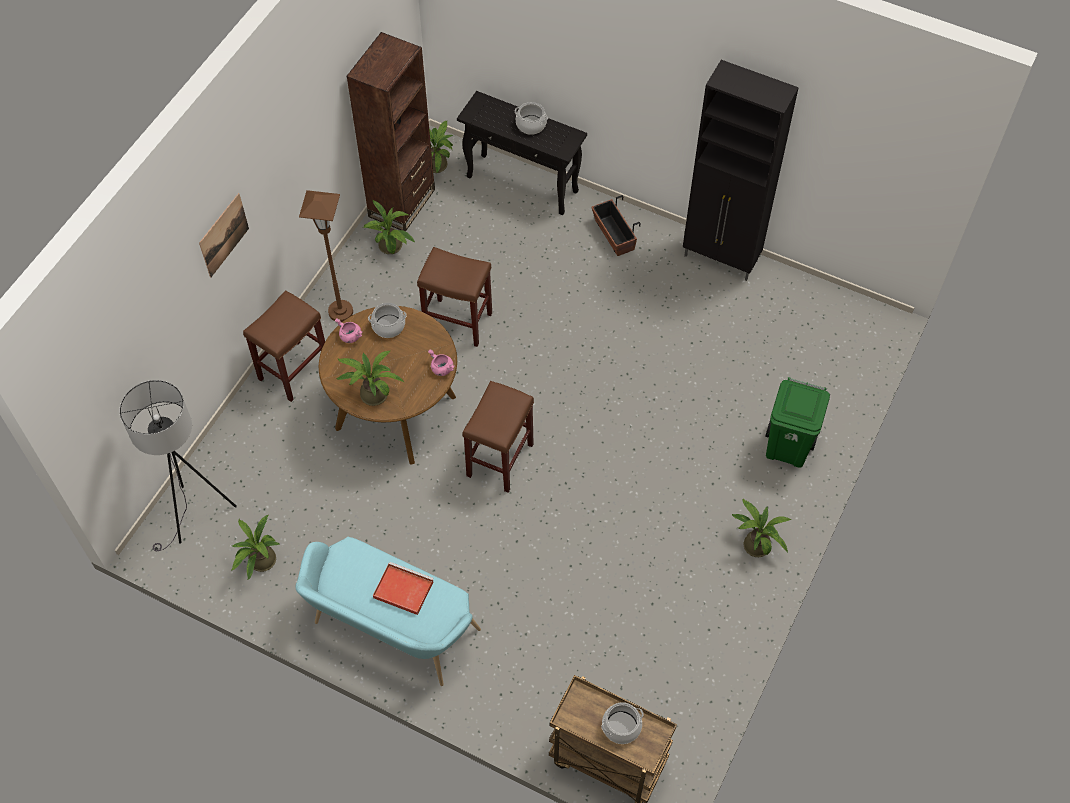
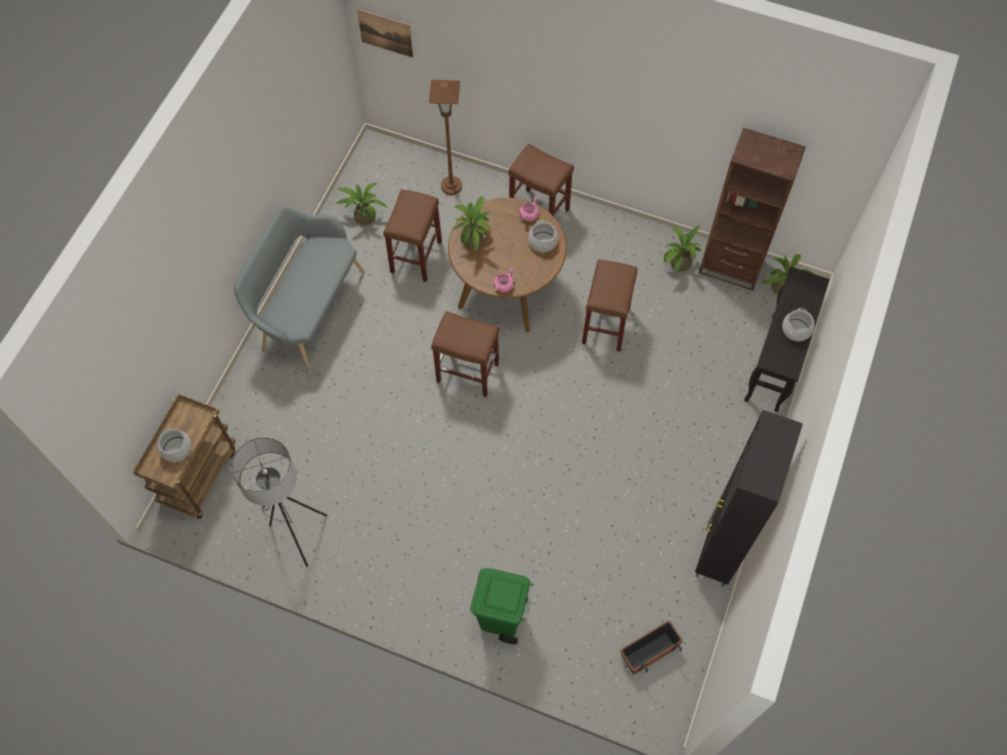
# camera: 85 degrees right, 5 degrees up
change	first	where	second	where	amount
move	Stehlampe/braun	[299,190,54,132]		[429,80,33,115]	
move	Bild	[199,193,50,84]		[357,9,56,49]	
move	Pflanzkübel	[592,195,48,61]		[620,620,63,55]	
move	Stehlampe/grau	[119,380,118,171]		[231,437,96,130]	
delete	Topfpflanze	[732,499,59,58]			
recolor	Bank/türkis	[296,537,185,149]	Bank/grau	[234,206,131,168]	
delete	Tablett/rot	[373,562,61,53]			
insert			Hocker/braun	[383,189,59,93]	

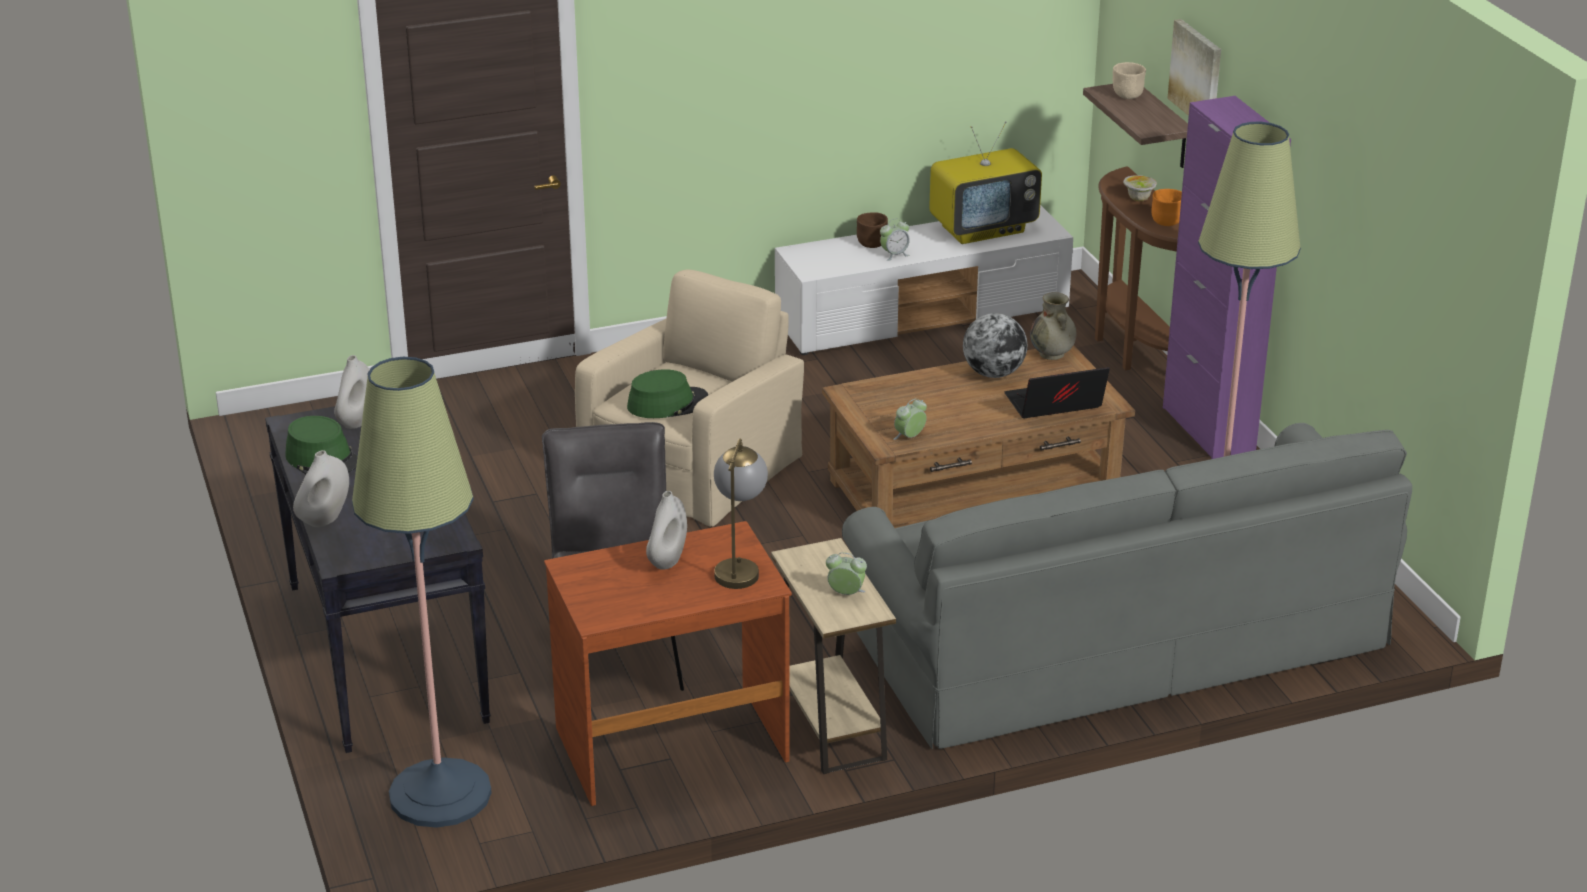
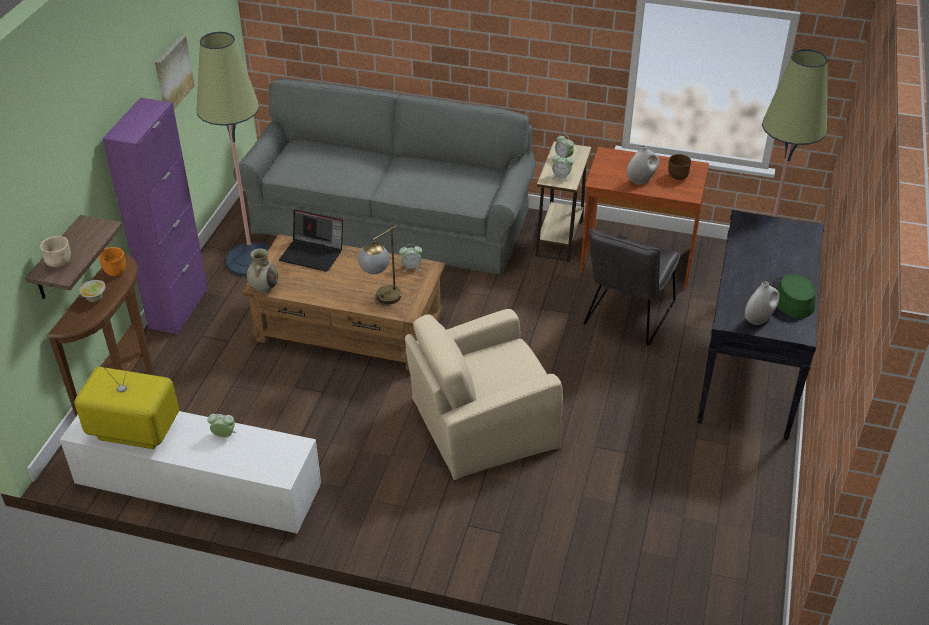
# camera: 145 degrees left, 10 degrees up
change	first	where	second	where	amount
move	Bild	[1168,19,53,97]		[155,35,40,74]	
move	Schüssel/braun	[857,212,31,36]		[668,154,23,26]	
delete	Globus	[963,313,64,65]			
delete	Hut/grün	[627,369,81,49]			
move	Tischlampe	[714,439,54,150]		[358,225,43,79]	
delete	Vase/weiß	[293,450,56,77]			
insert			Wecker	[552,153,21,28]	

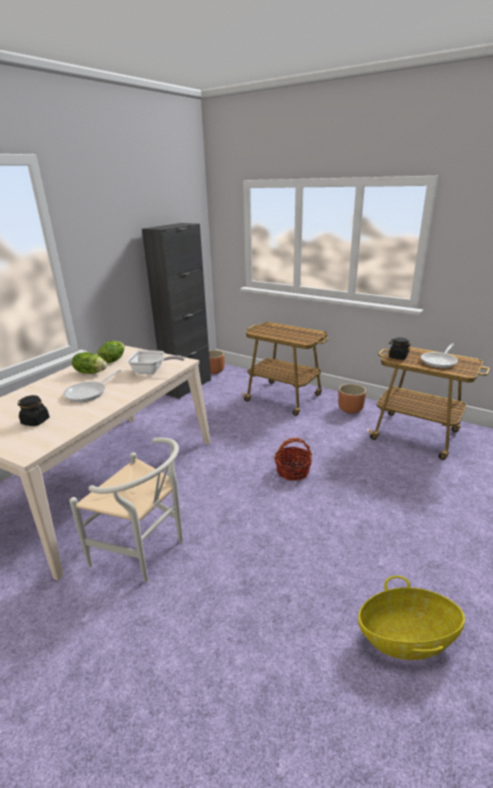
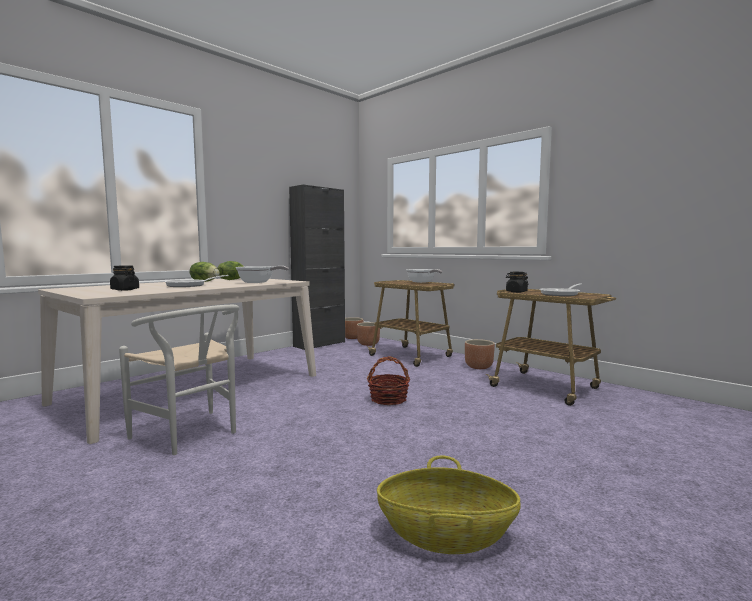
# camera: 10 degrees right, 20 degrees down
change	first	where	second	where	amount
insert			Pfanne	[406,269,36,14]	
insert			Pflanzkübel/braun	[357,322,23,24]	

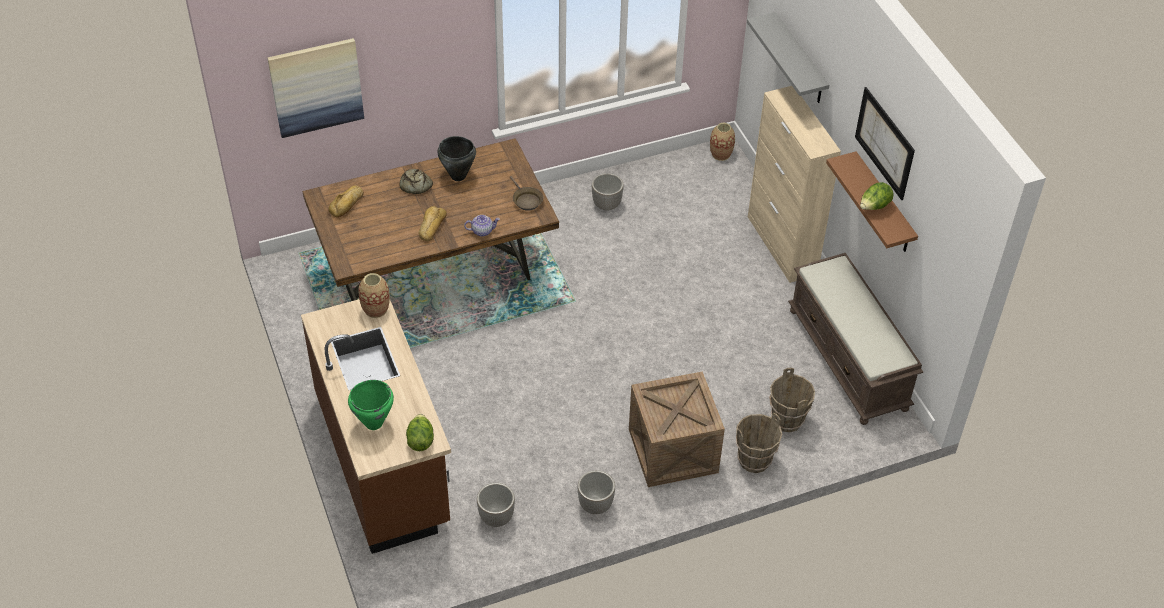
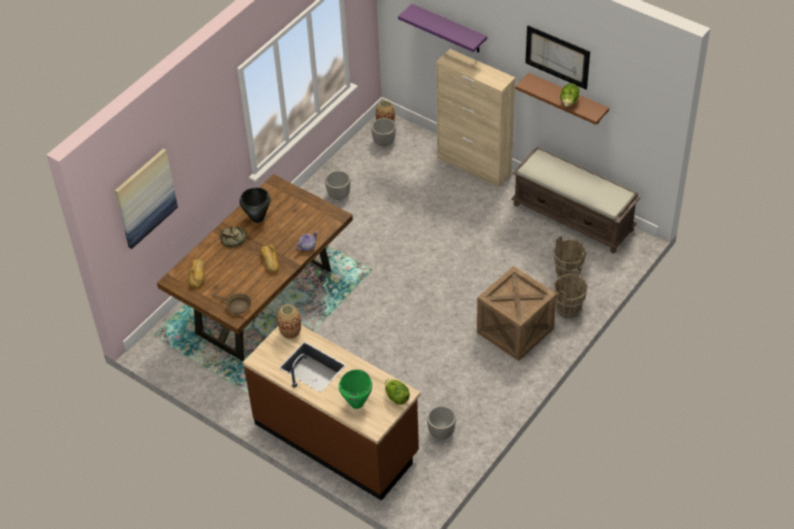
# camera: 30 degrees left, 0 degrees up
change	first	where	second	where	amount
recolor	Wandregal/grau	[747,12,82,91]	Wandregal/lila	[398,4,89,49]	
move	Pfanne/braun	[510,176,33,35]		[211,293,40,21]	
move	Pflanzkübel	[577,470,38,44]		[371,118,25,29]	

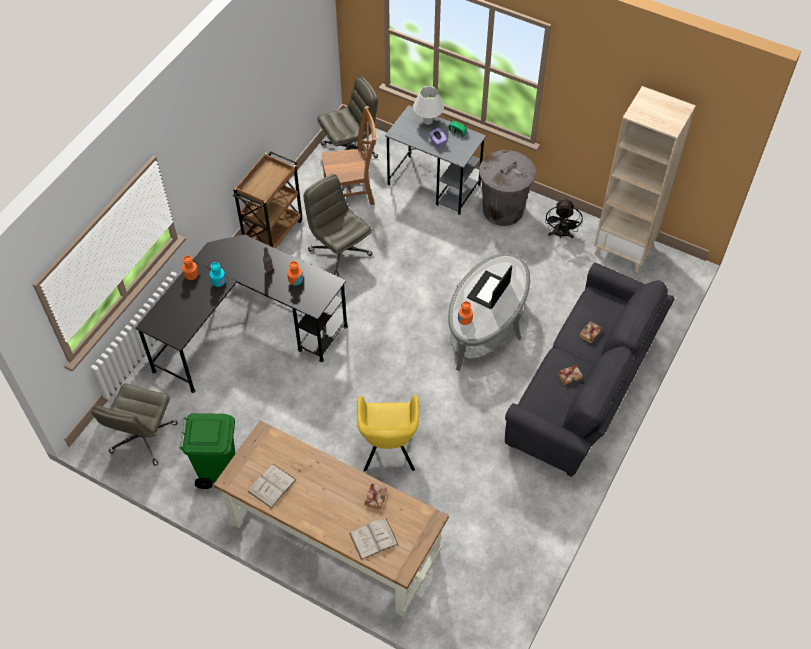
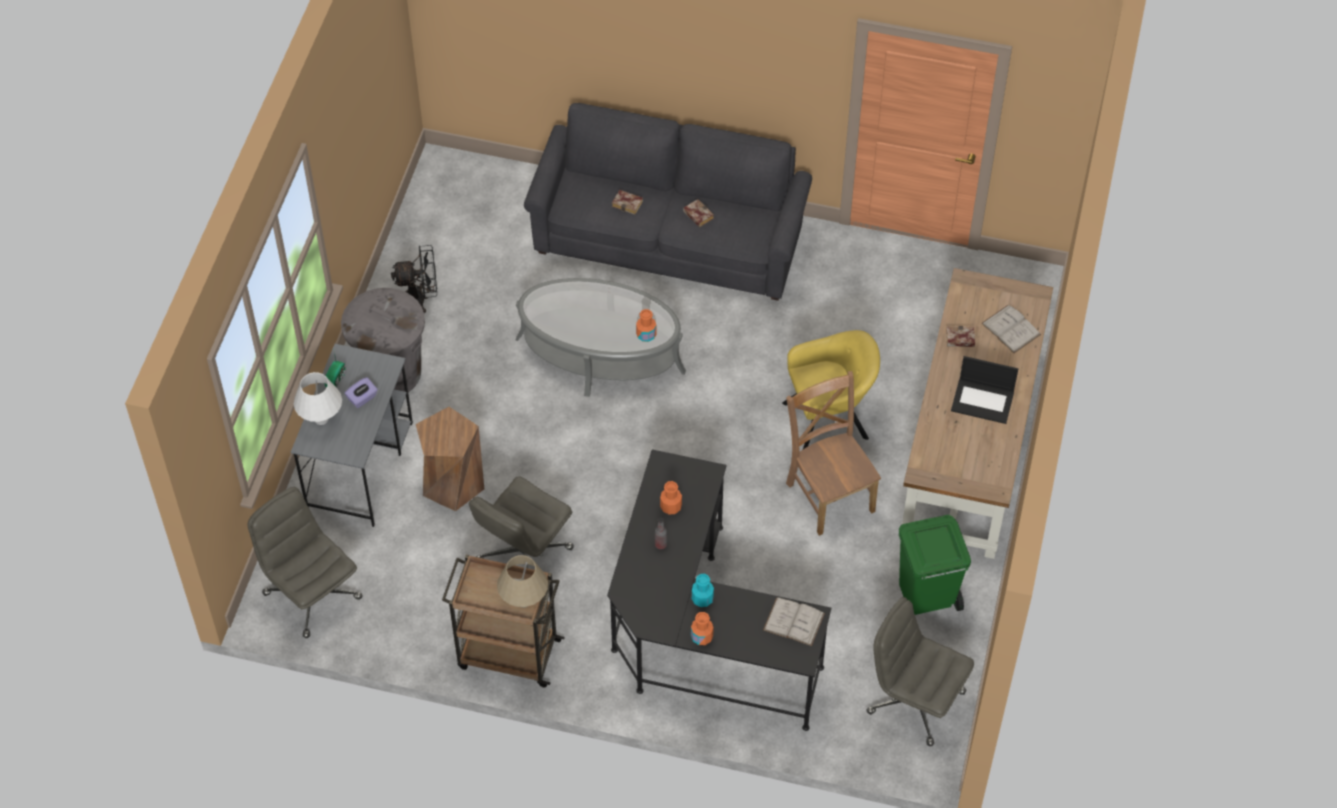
# camera: 105 degrees left, 0 degrees up
change	first	where	second	where	amount
delete	Bücherregal/beige	[594,86,102,187]			
move	Stuhl/braun	[322,106,55,99]		[786,371,95,165]	
move	Laptop	[467,265,45,44]		[951,356,67,68]	
rotate	Bürostuhl/grau	[91,384,87,82]		[867,597,107,149]	150 degrees counterclockwise
move	Buch/weiß	[248,464,49,45]		[763,597,62,49]	
insert			Hocker/braun	[416,407,68,104]	
insert			Tischlampe/beige	[497,555,51,53]	

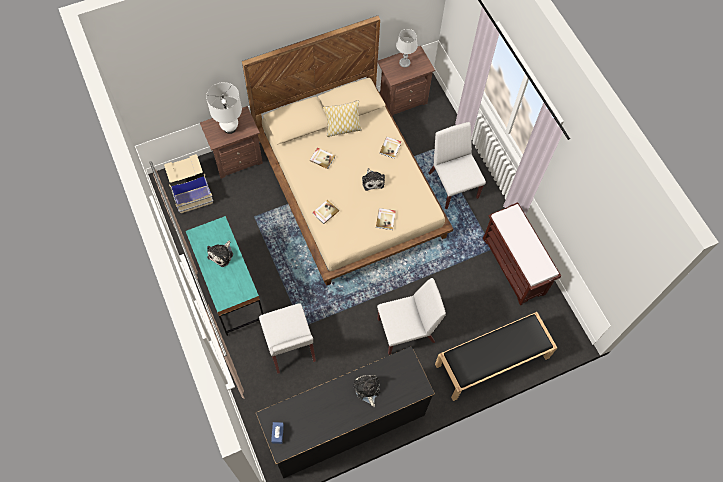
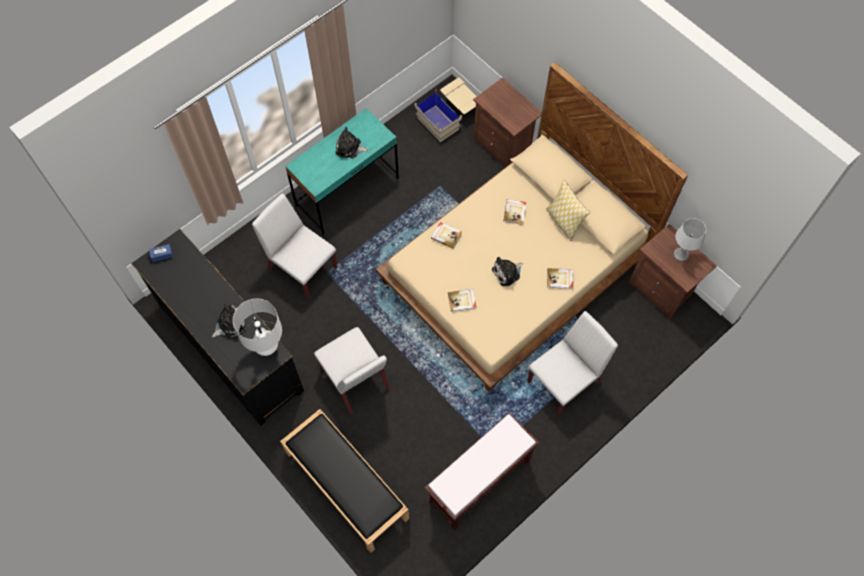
# camera: 75 degrees right, 0 degrees up
change	first	where	second	where	amount
move	Tischlampe/weiß	[206,82,36,52]		[233,298,49,59]	
rotate	Stuhl/weiß	[259,303,57,71]		[252,193,85,106]	75 degrees clockwise

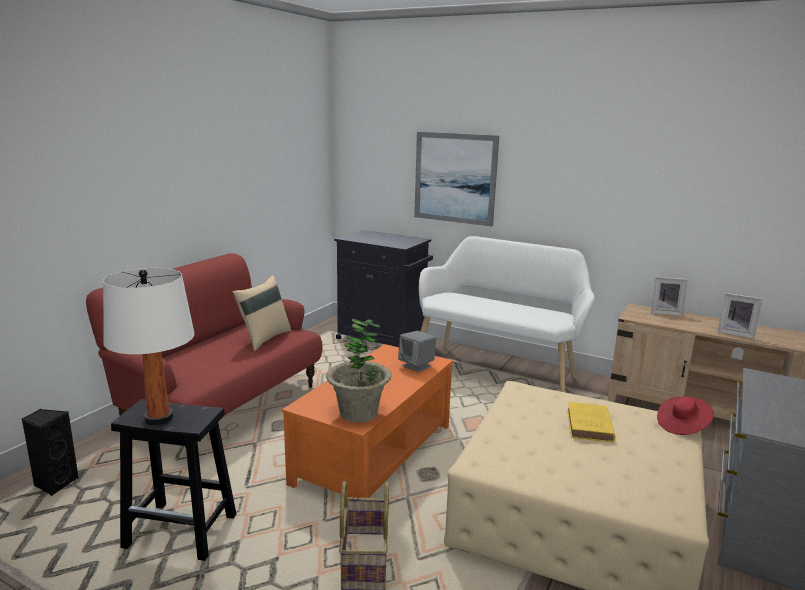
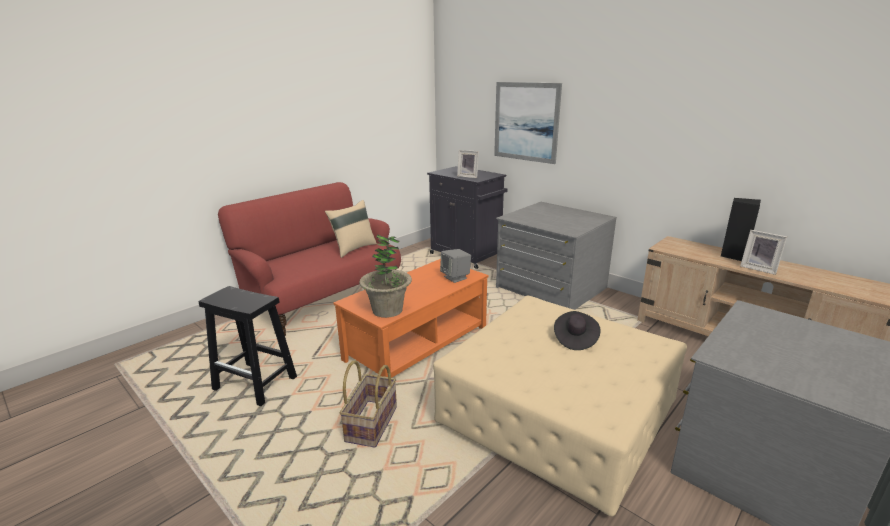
# camera: 15 degrees right, 5 degrees up
change	first	where	second	where	amount
replace	Bank/weiß	[419,236,176,156]	Kommode/grau	[496,202,121,108]	
delete	Tischlampe/weiß	[103,268,91,157]			
move	Bilderrahmen	[651,277,37,39]		[457,150,22,28]	
delete	Hut/rot	[657,396,57,39]			
replace	Buch/gelb	[567,402,48,40]	Hut/schwarz	[554,311,46,39]	
move	Lautsprecher/schwarz	[22,409,57,87]		[721,198,40,63]	

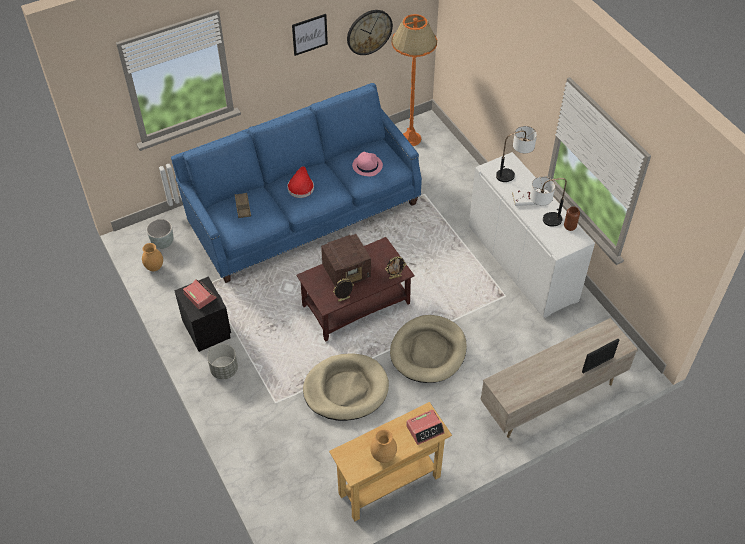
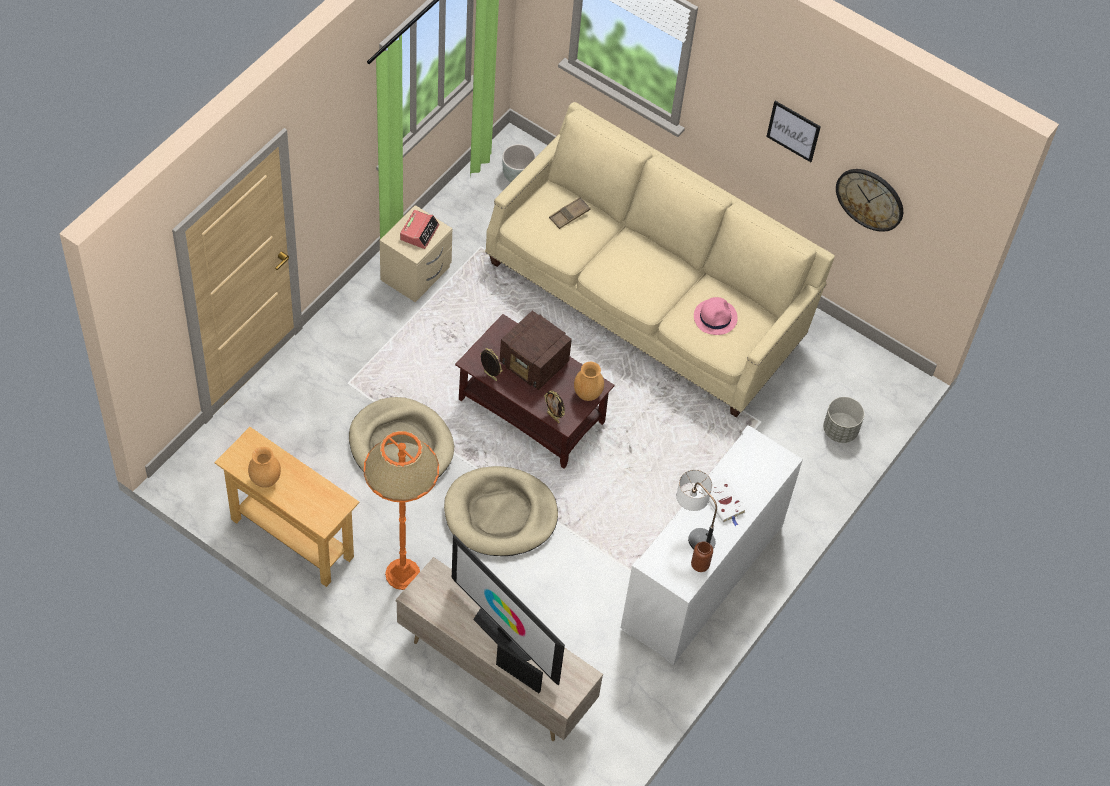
# camera: 60 degrees right, 5 degrees up
change	first	where	second	where	amount
move	Stehlampe/orange	[391,14,46,132]		[364,431,75,159]	
recolor	Sofa/blau	[171,83,251,200]	Sofa/beige	[485,102,350,315]	
delete	Tischlampe	[496,126,41,56]			
delete	Hut/rot	[287,166,27,32]			
move	Vase/braun	[142,243,21,28]		[574,362,30,39]	
recolor	Nachttisch/schwarz	[174,276,57,76]	Nachttisch/beige	[380,205,72,97]	
move	Pflanzkübel/grau	[207,344,31,35]		[823,397,41,46]	
delete	Wecker	[406,410,39,35]			
insert			Fernseher	[452,535,113,150]	

